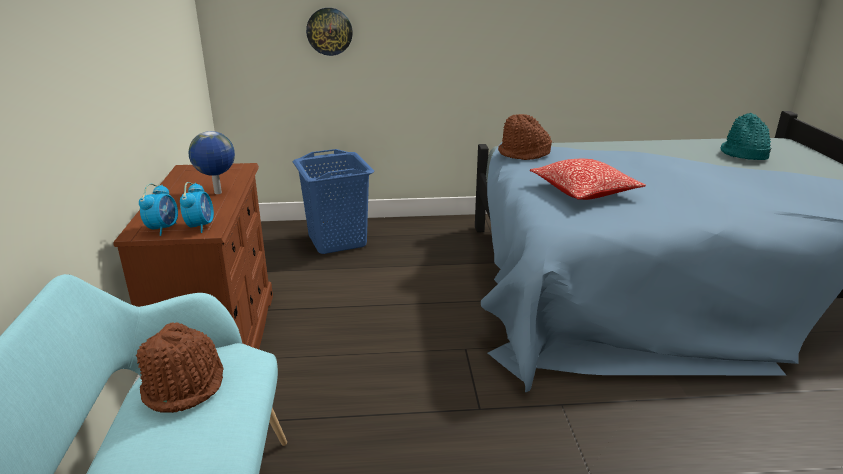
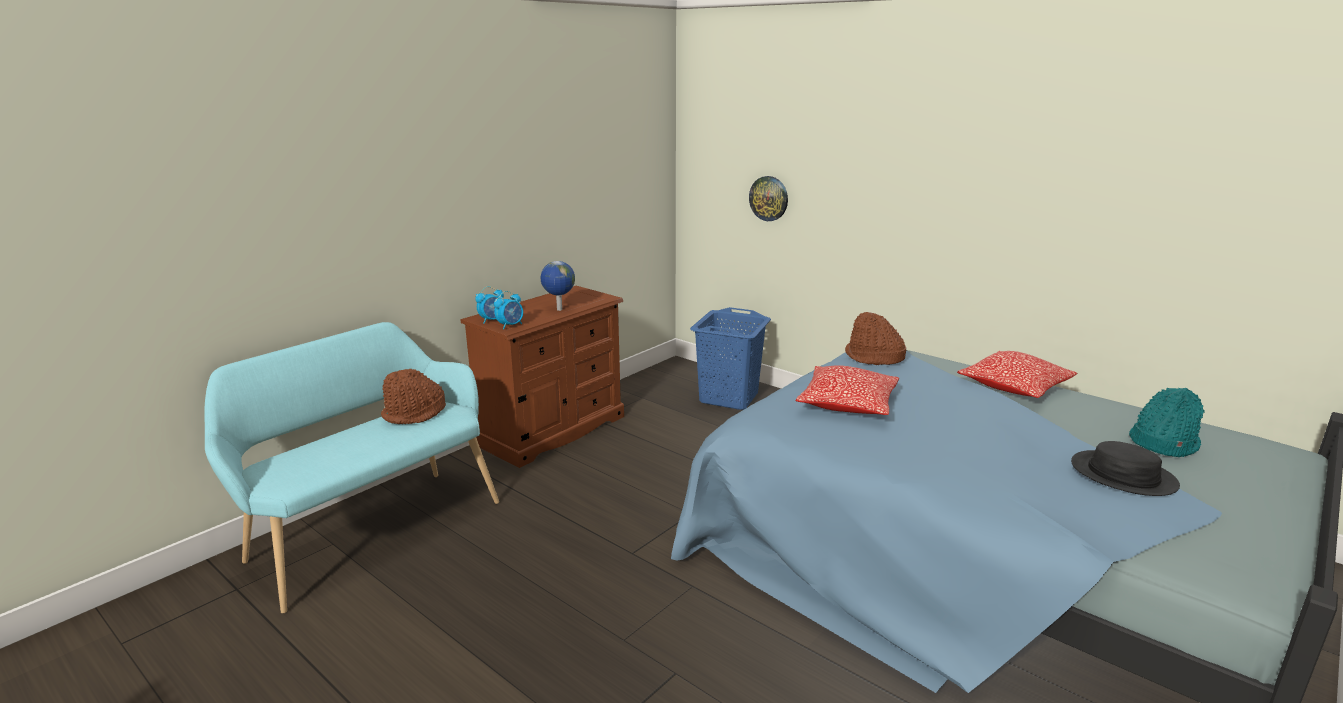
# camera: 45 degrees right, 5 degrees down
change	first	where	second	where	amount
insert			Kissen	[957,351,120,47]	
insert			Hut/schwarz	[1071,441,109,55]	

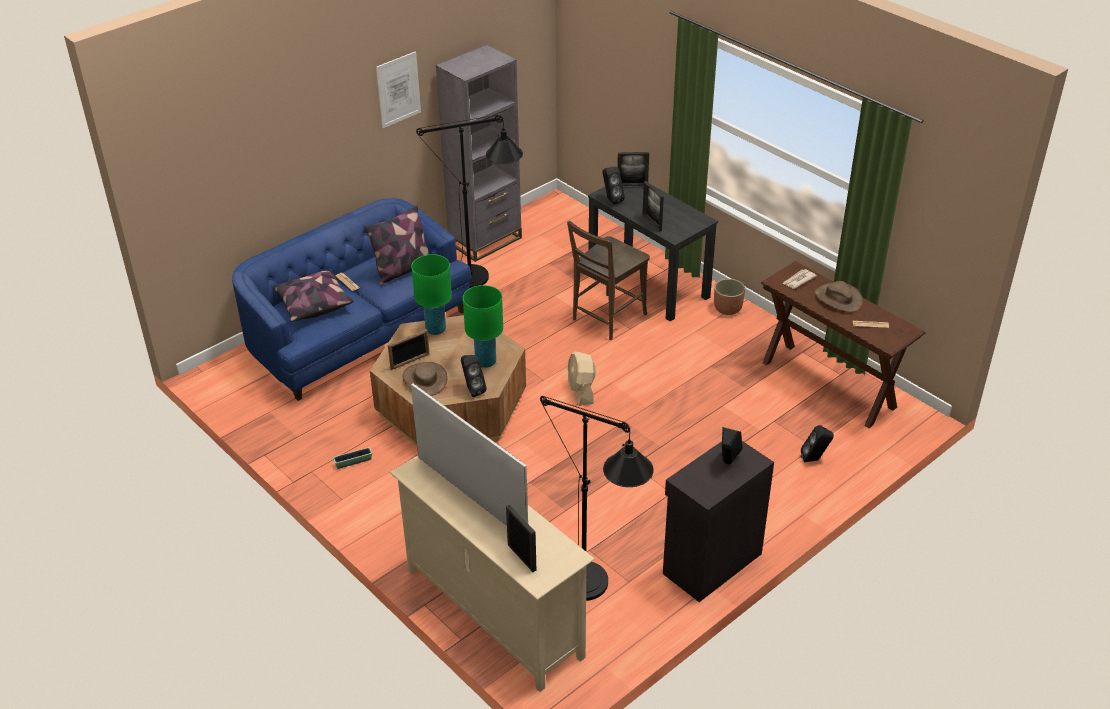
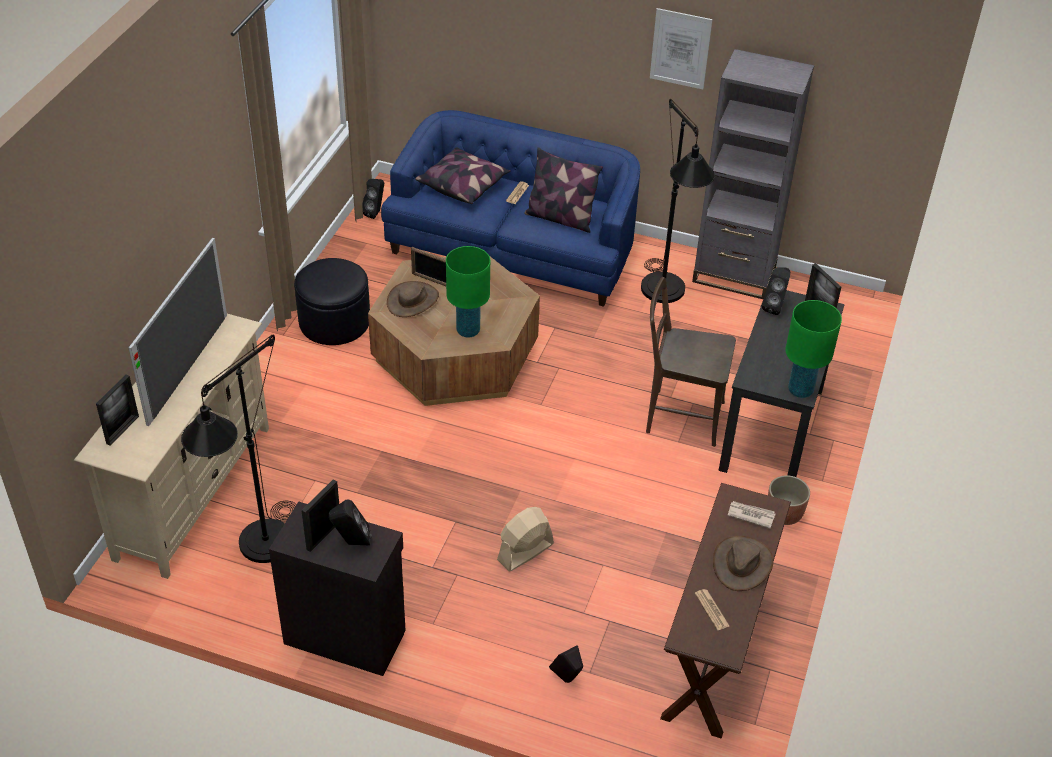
# camera: 60 degrees right, 5 degrees up
change	first	where	second	where	amount
move	Bilderrahmen	[642,181,22,50]		[301,479,38,73]	
move	Tischlampe/grün	[411,254,41,81]		[785,300,57,98]	
move	Ventilator/beige	[567,352,29,54]		[497,507,57,64]	
move	Lautsprecher/schwarz	[461,355,26,42]		[362,179,22,40]	
replace	Pflanzkübel	[333,447,39,22]	Polsterhocker/schwarz	[294,258,76,87]	

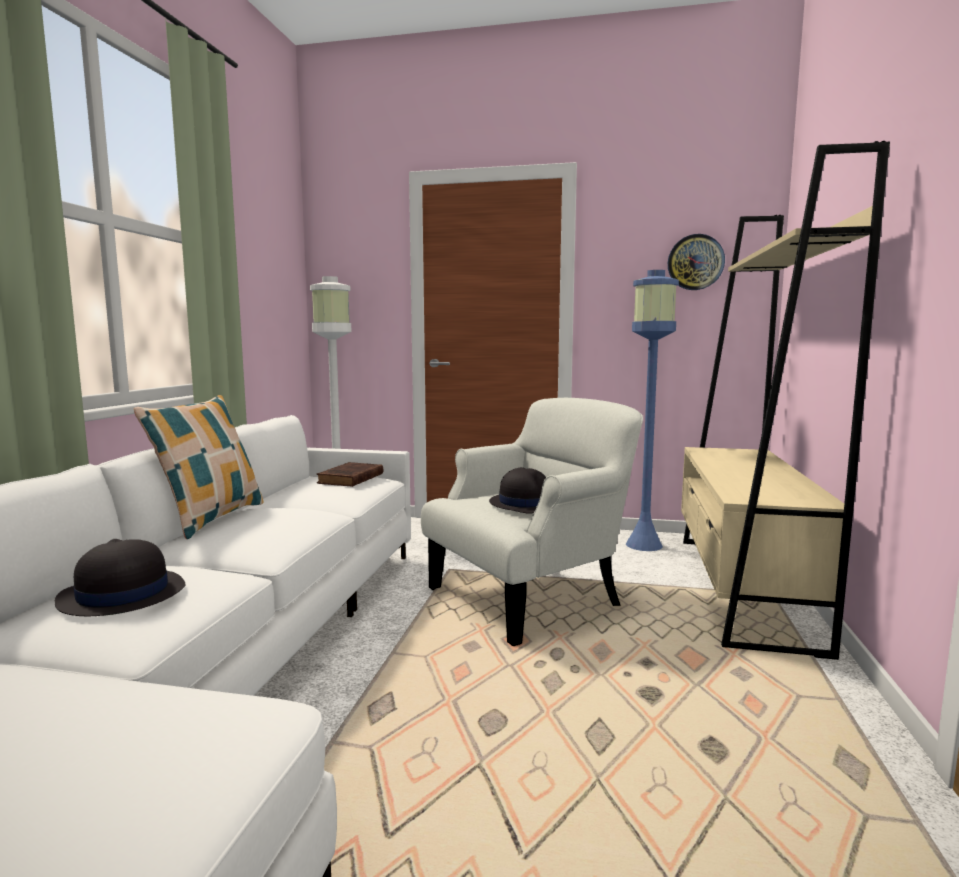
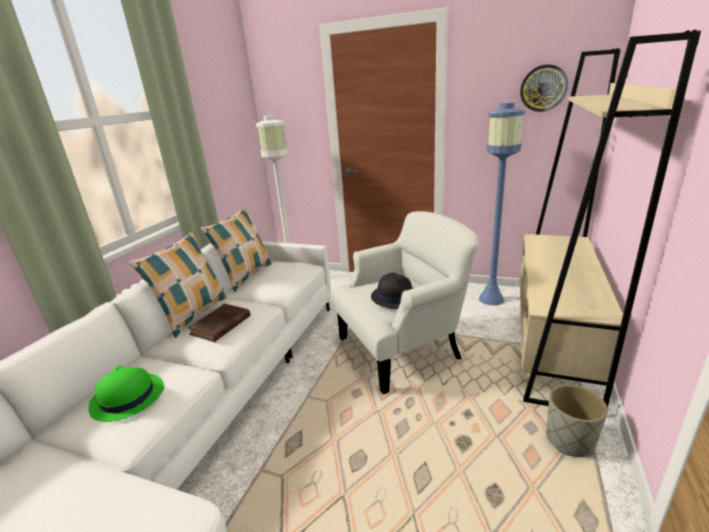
# camera: 10 degrees right, 15 degrees up
change	first	where	second	where	amount
move	Buch/braun	[317,462,66,25]		[188,304,62,38]	
recolor	Hut/schwarz	[55,539,130,77]	Hut/grün	[88,366,76,56]	
insert			Kissen	[201,207,71,85]	
insert			Pflanzkübel/grau	[546,385,62,72]	

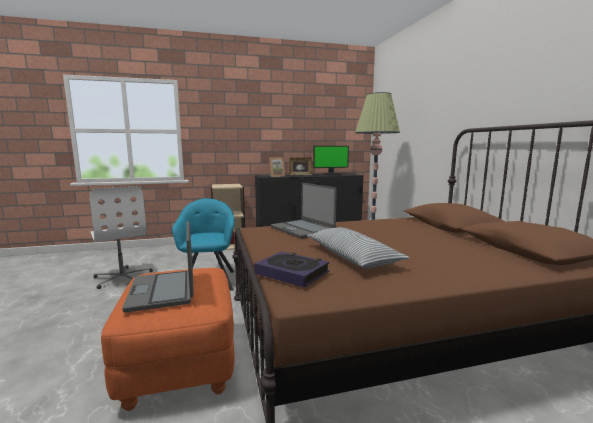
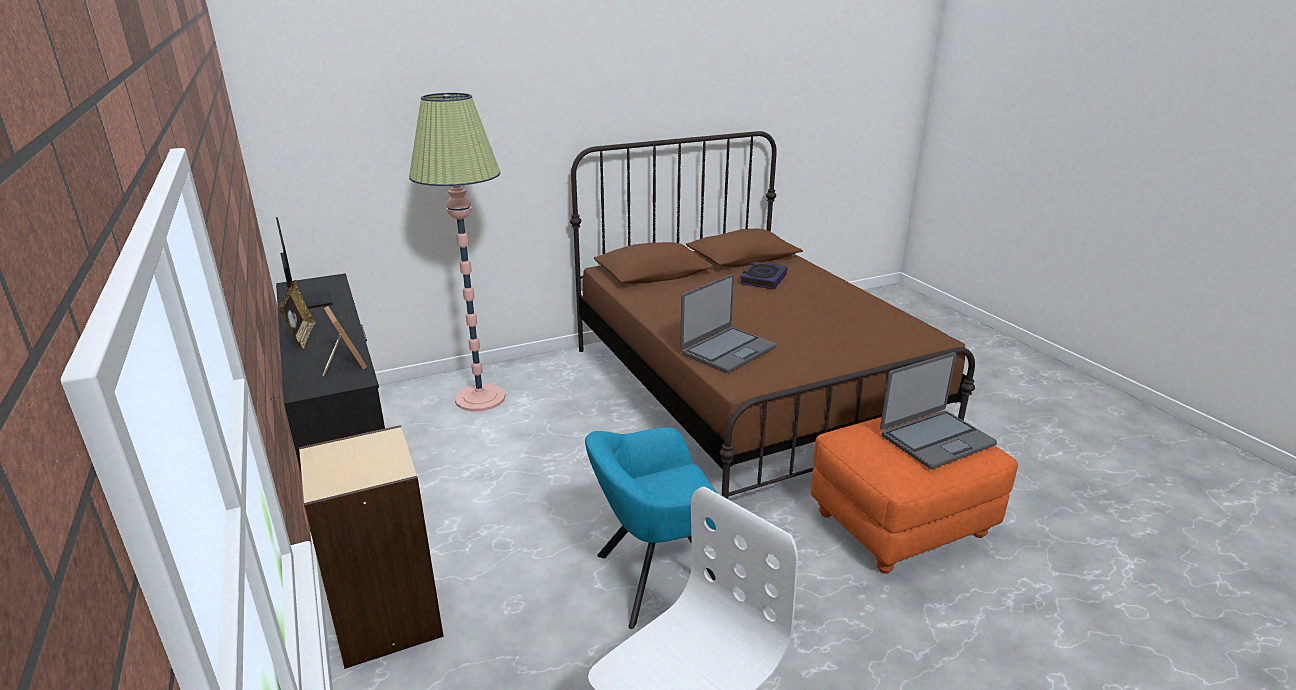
# camera: 100 degrees left, 15 degrees up
change	first	where	second	where	amount
delete	Kissen	[307,227,102,41]			
move	Buch	[254,251,76,36]		[739,262,48,27]	

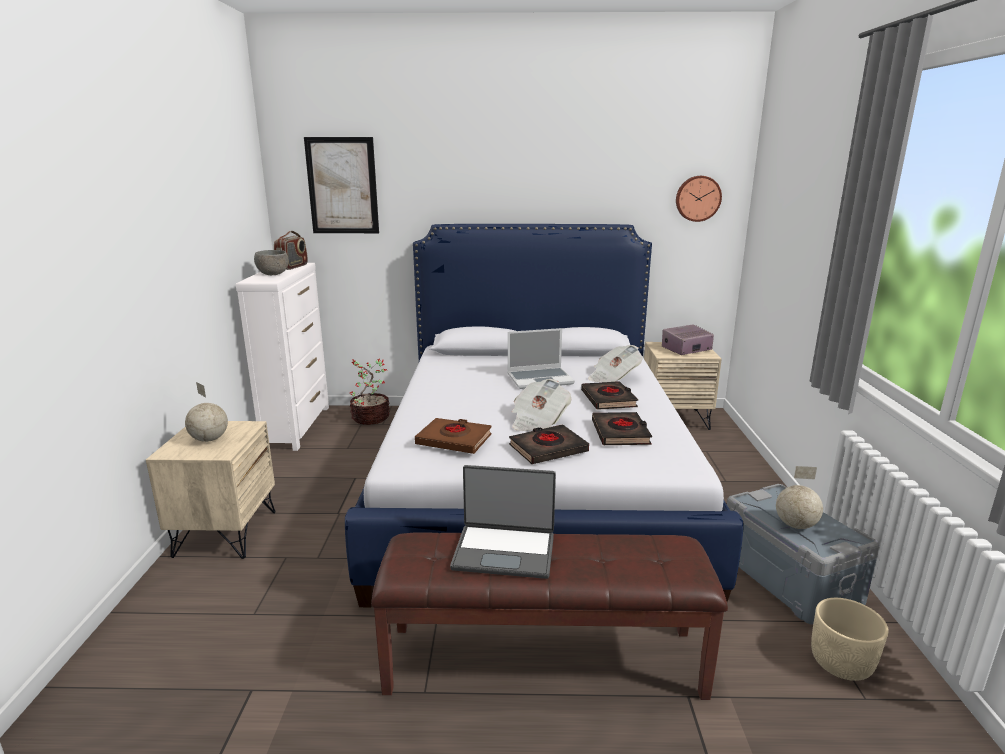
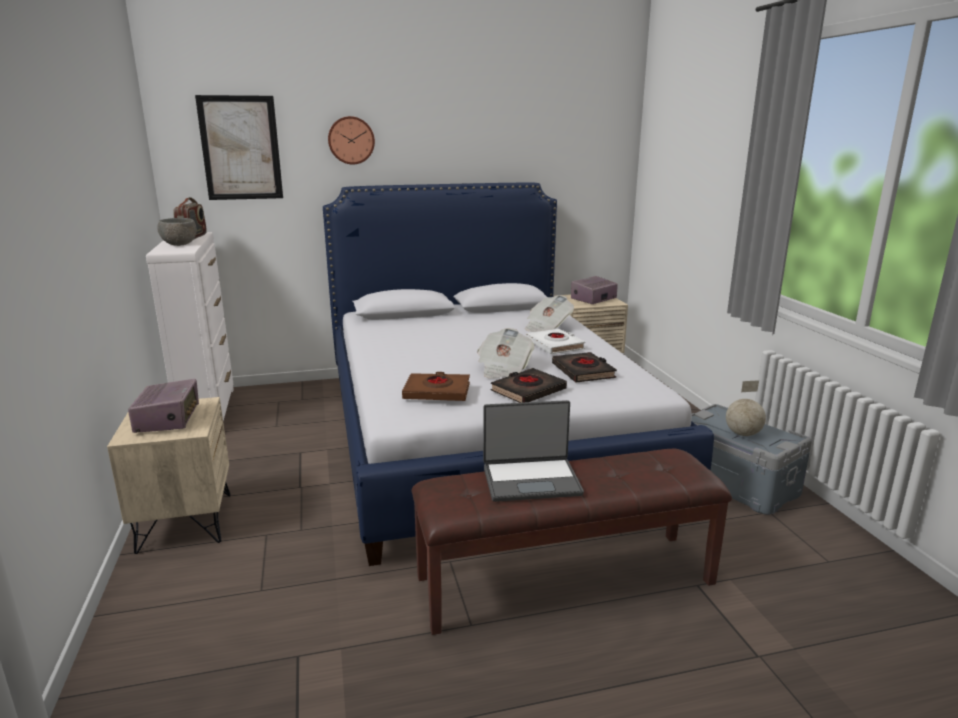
# camera: 15 degrees left, 0 degrees up
change	first	where	second	where	amount
move	Wanduhr	[676,176,46,46]		[328,116,47,49]	
delete	Laptop	[508,328,67,61]			
delete	Topfpflanze	[350,359,40,66]			
recolor	Buch/schwarz	[581,381,57,29]	Buch/weiß	[526,329,59,25]	
replace	Globus	[185,382,43,60]	Radio	[128,379,71,54]	
delete	Pflanzkübel/beige	[811,598,78,83]			

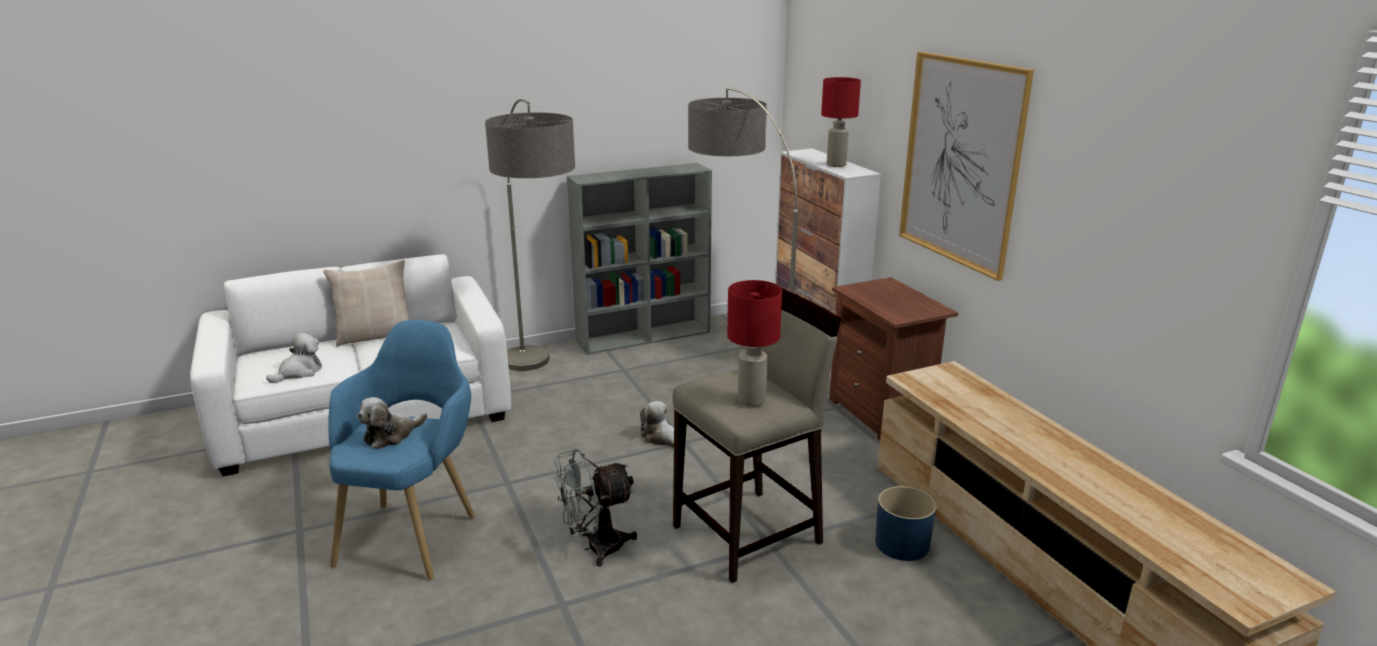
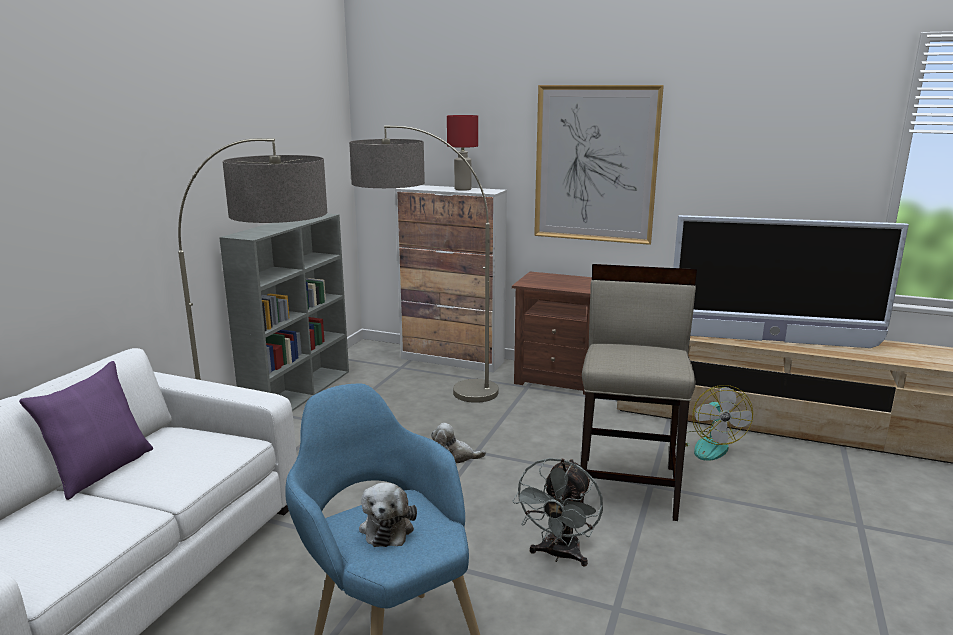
# camera: 45 degrees left, 5 degrees down
change	first	where	second	where	amount
recolor	Kissen/beige	[324,260,86,86]	Kissen/lila	[19,361,134,139]	
delete	Tischlampe/rot	[727,280,55,127]			
delete	Plüschtier	[266,333,56,50]			
replace	Pflanzkübel/blau	[875,486,62,75]	Ventilator	[676,385,77,76]	
insert			Fernseher	[673,215,236,133]	

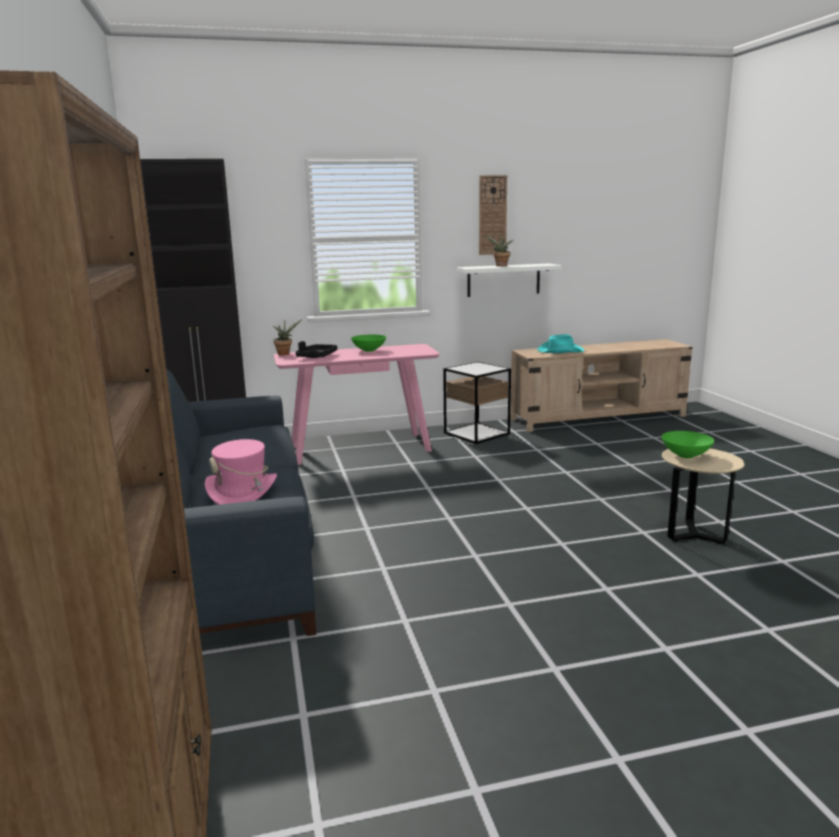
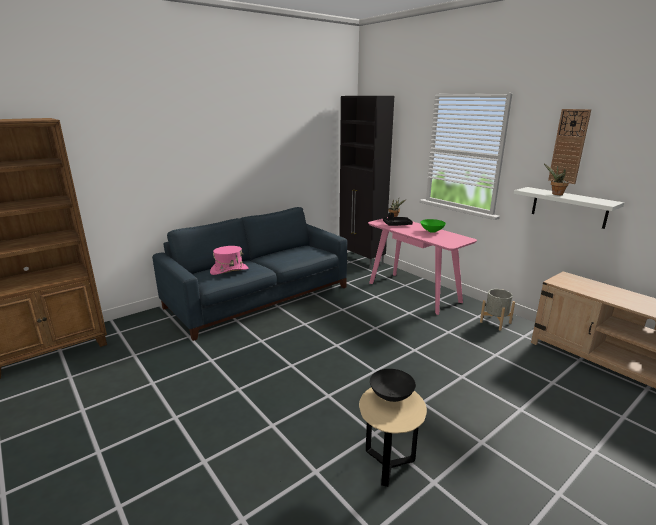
# camera: 65 degrees right, 5 degrees up
change	first	where	second	where	amount
delete	Hut/türkis	[537,334,47,19]			
replace	Beistelltisch	[443,362,68,82]	Pflanzkübel/grau	[480,289,35,42]	
recolor	Schüssel/grün	[662,431,52,27]	Schüssel/schwarz	[370,369,46,33]	

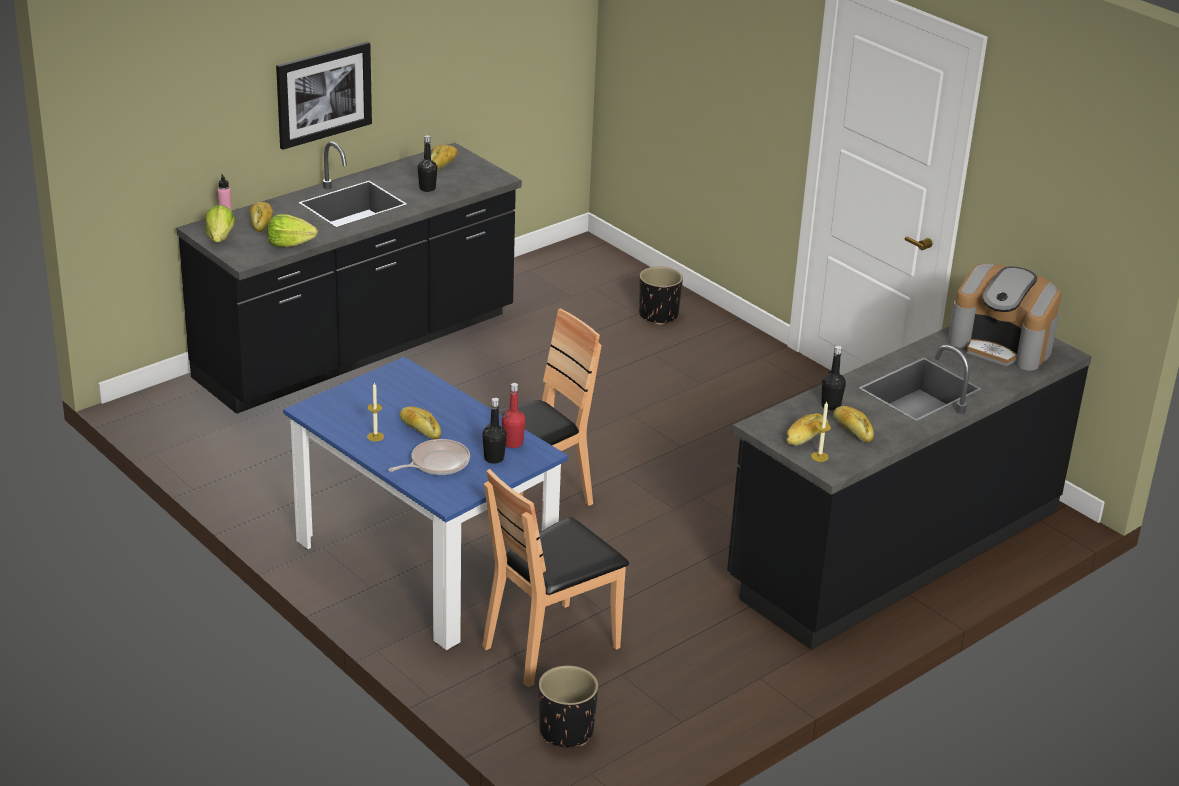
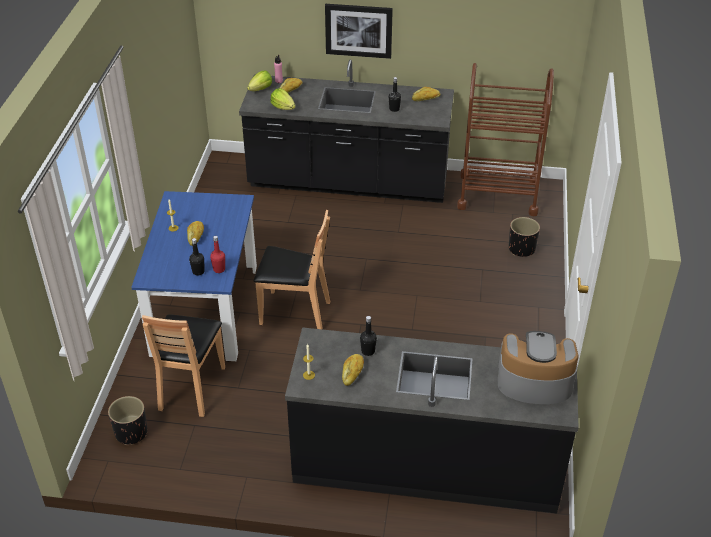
# camera: 50 degrees right, 10 degrees up
change	first	where	second	where	amount
rotate	Kaffeemaschine	[948,264,113,107]		[498,331,81,73]	105 degrees clockwise
delete	Brot	[786,413,43,32]			
delete	Pfanne	[388,439,82,36]			
rotate	Stuhl/braun	[482,469,147,218]		[142,314,83,103]	90 degrees counterclockwise
insert			Rollwagen/braun	[457,63,97,153]	

